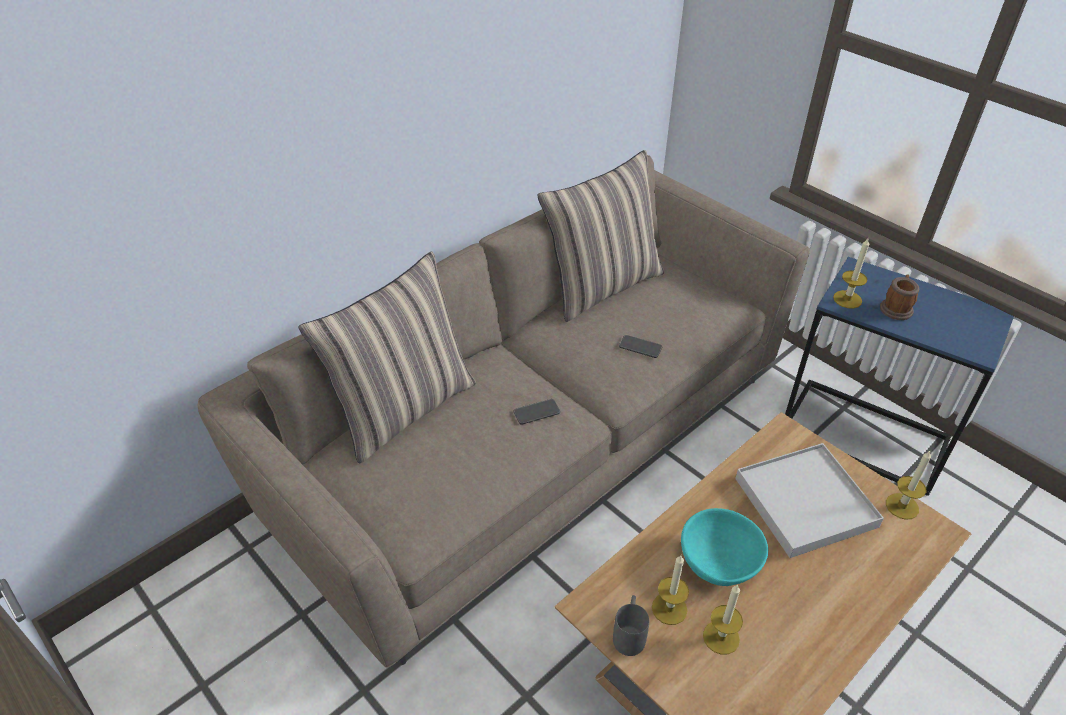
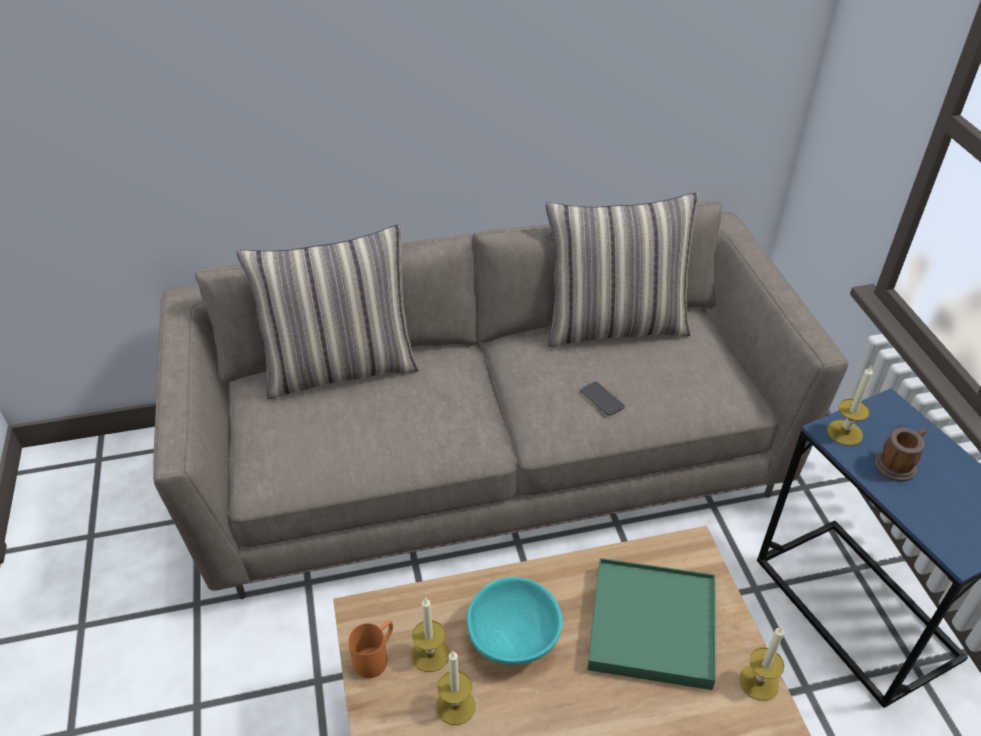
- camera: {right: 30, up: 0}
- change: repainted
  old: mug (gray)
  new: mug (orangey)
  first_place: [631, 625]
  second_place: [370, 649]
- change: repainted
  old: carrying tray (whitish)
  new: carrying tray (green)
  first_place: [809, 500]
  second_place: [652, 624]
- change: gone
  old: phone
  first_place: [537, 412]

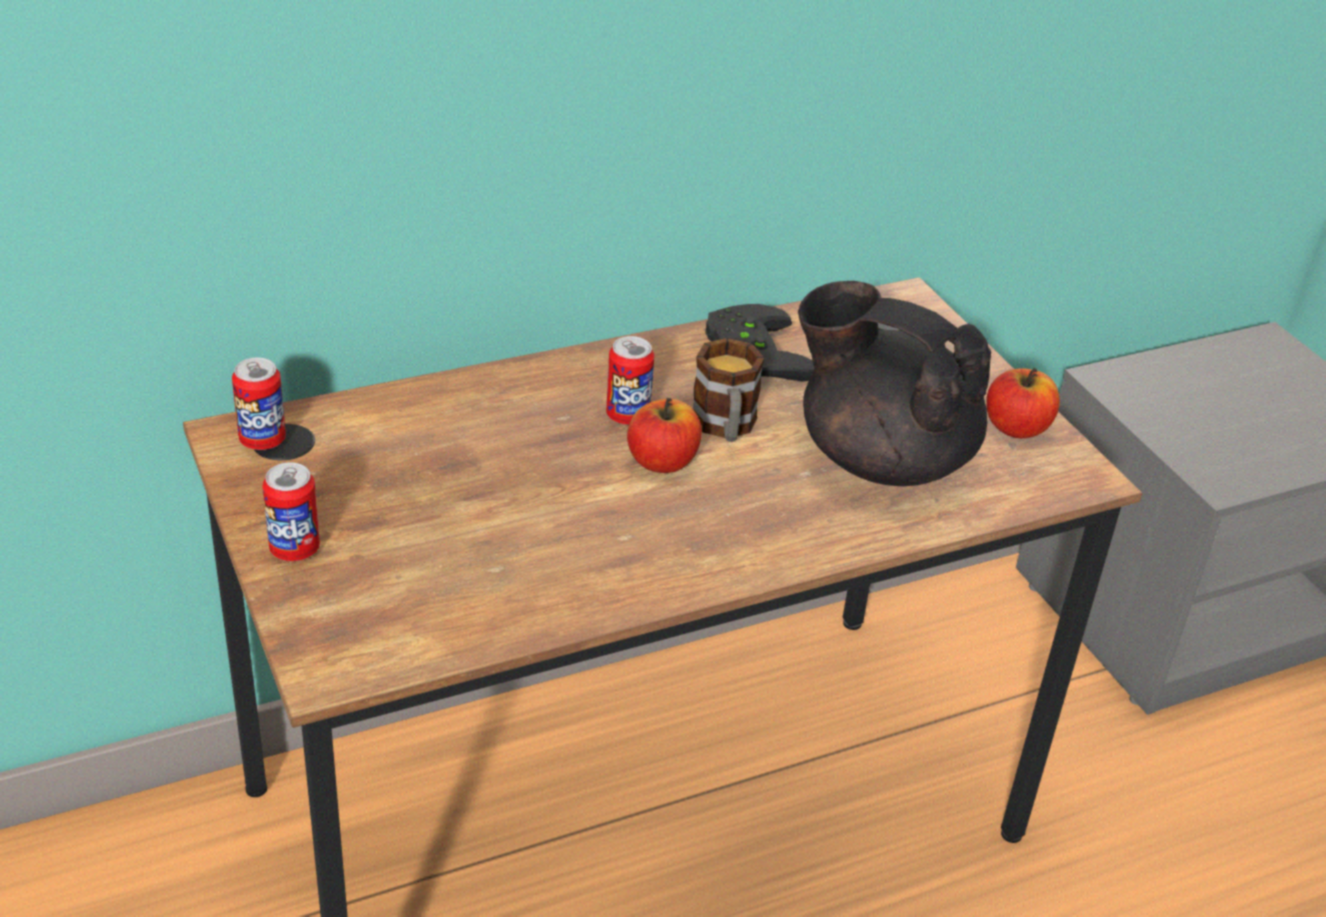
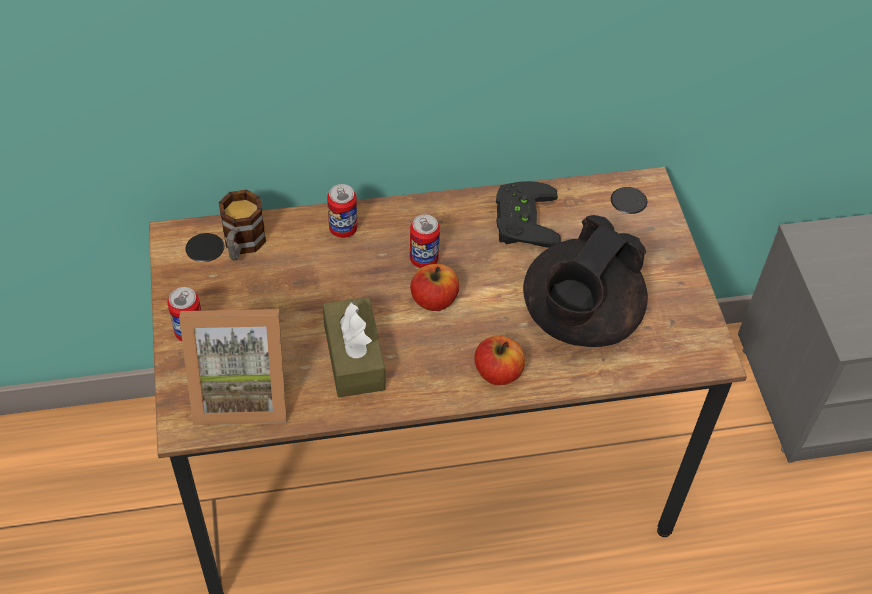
- camera: {right: 15, up: 15}
- change: new
  new: standing frame
  second_place: [233, 367]
- change: shifted
  old: mug
  first_place: [728, 390]
  second_place: [242, 225]
- change: new
  new: tissue box (brown)
  second_place: [354, 347]
- change: shifted
  old: metal can
  first_place: [259, 403]
  second_place: [342, 211]
- change: shifted
  old: apple
  first_place: [1023, 403]
  second_place: [499, 360]
- change: rotated
  old: tea pot (black-coloured)
  first_place: [894, 383]
  second_place: [585, 281]
  degrees: -105

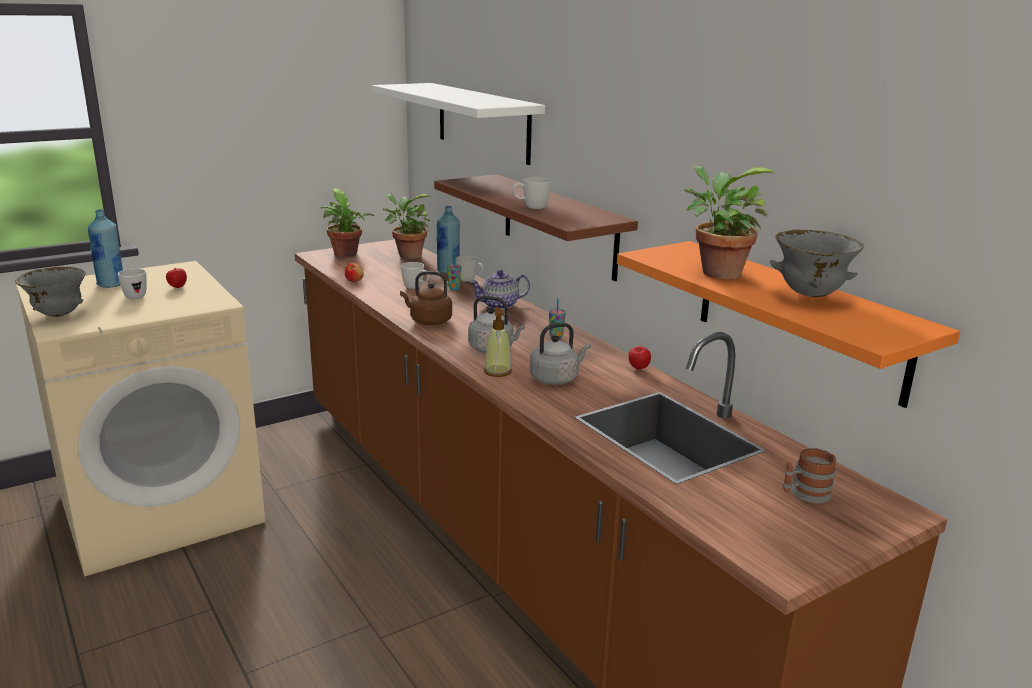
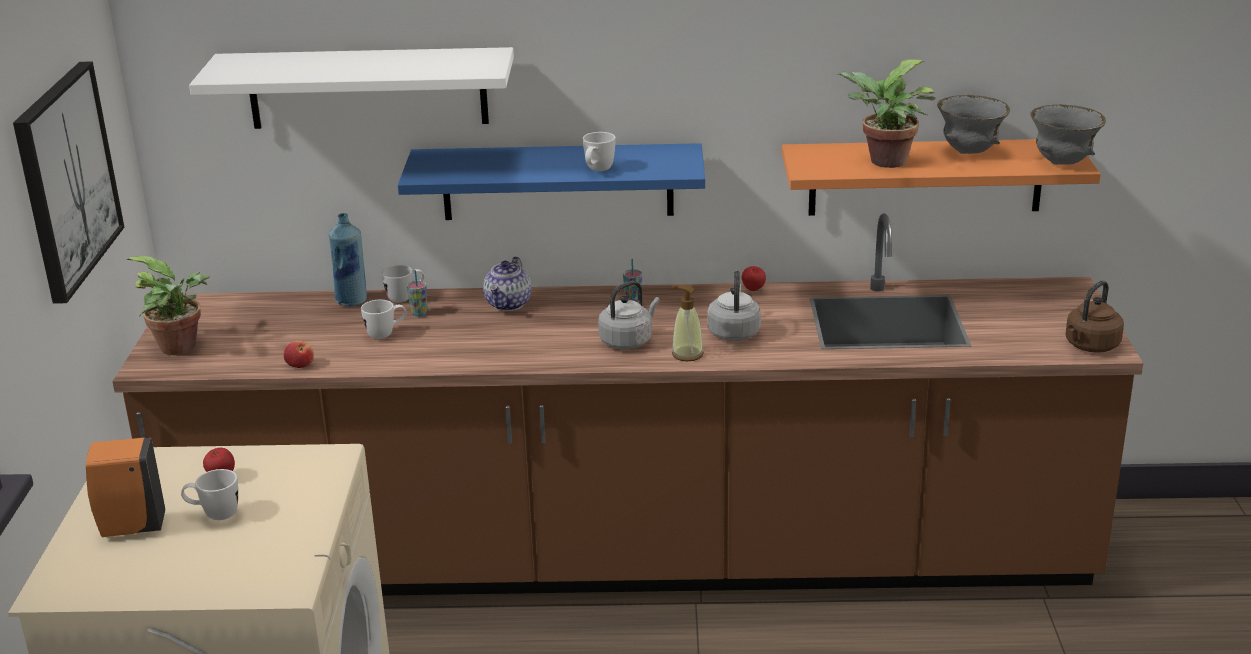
- camera: {right: -55, up: 5}
- change: new
  new: picture
  second_place: [68, 182]
- change: swapped
  old: beverage bottle (blue-coloured)
  new: soap dispenser (orangey)
  first_place: [105, 248]
  second_place: [125, 487]
- change: repainted
  old: bracket shelf (brown)
  new: bracket shelf (blue-coloured)
  first_place: [536, 227]
  second_place: [551, 181]
- change: shifted
  old: deep dish (gray)
  first_place: [50, 292]
  second_place: [1068, 134]
- change: shifted
  old: tea kettle (brown)
  first_place: [426, 298]
  second_place: [1095, 316]
- change: gone
  old: plant in a pot
  first_place: [406, 226]
- change: gone
  old: mug
  first_place: [809, 475]

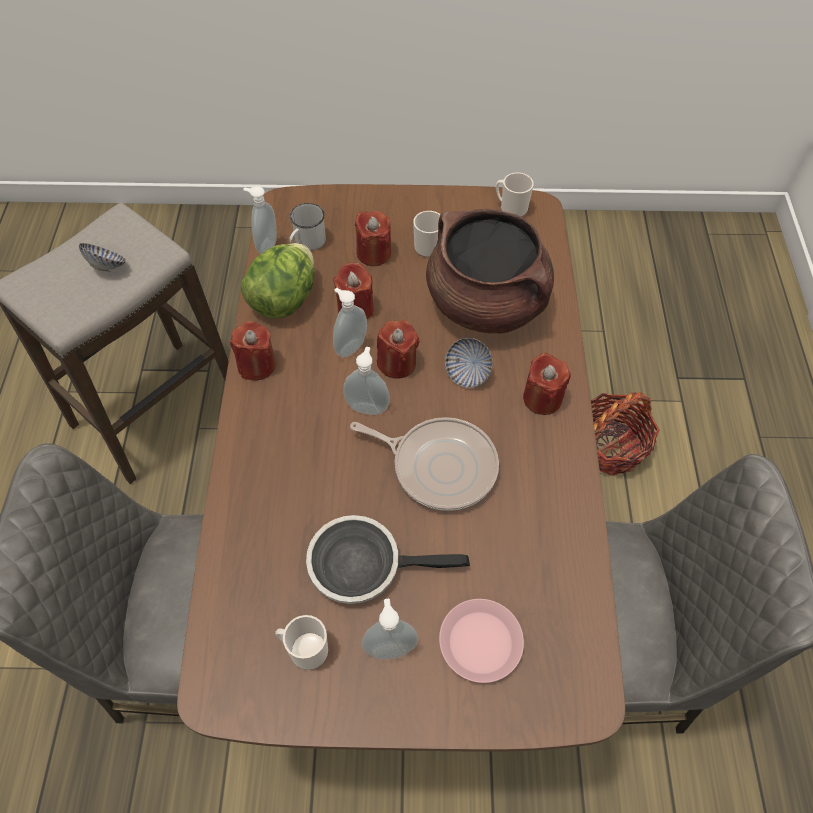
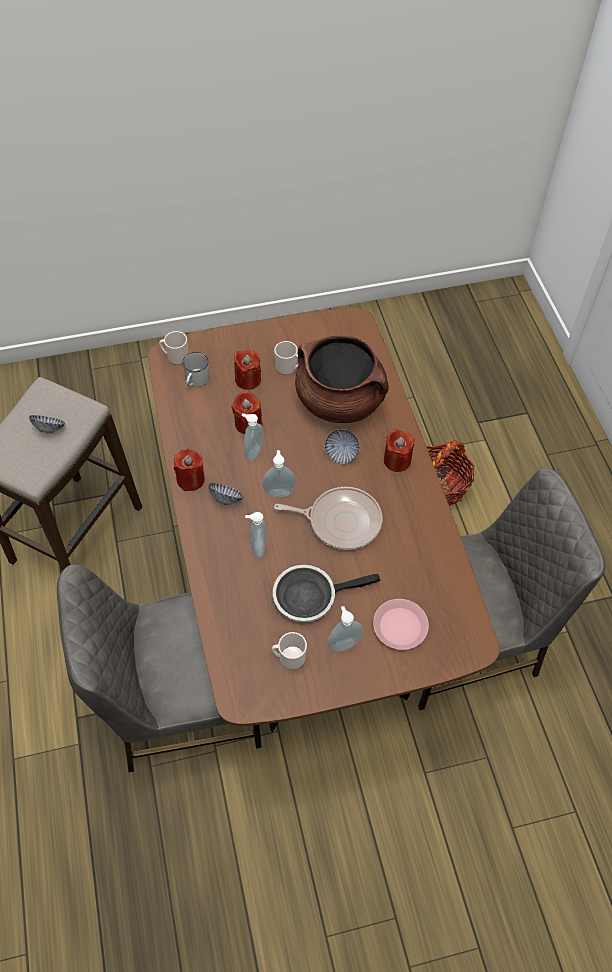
- camera: {right: -15, up: 0}
- change: shifted
  old: mug
  first_place: [515, 194]
  second_place: [173, 348]
- change: new
  new: deep dish
  second_place: [226, 494]
- change: shifted
  old: soap dispenser
  first_place: [260, 220]
  second_place: [256, 535]
- change: gone
  old: lettuce head
  first_place: [278, 281]
- change: gone
  old: candle (red)
  first_place: [398, 349]

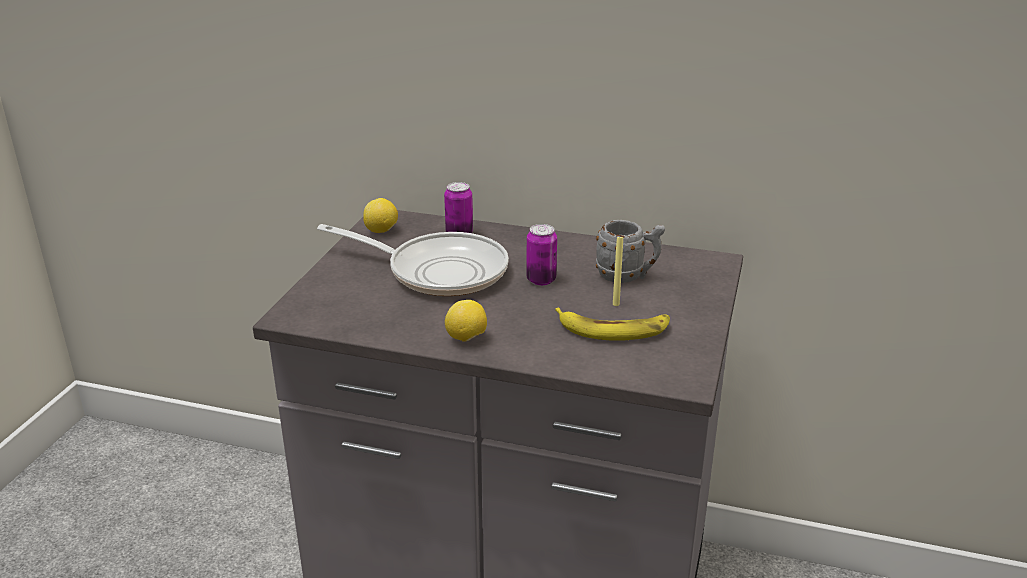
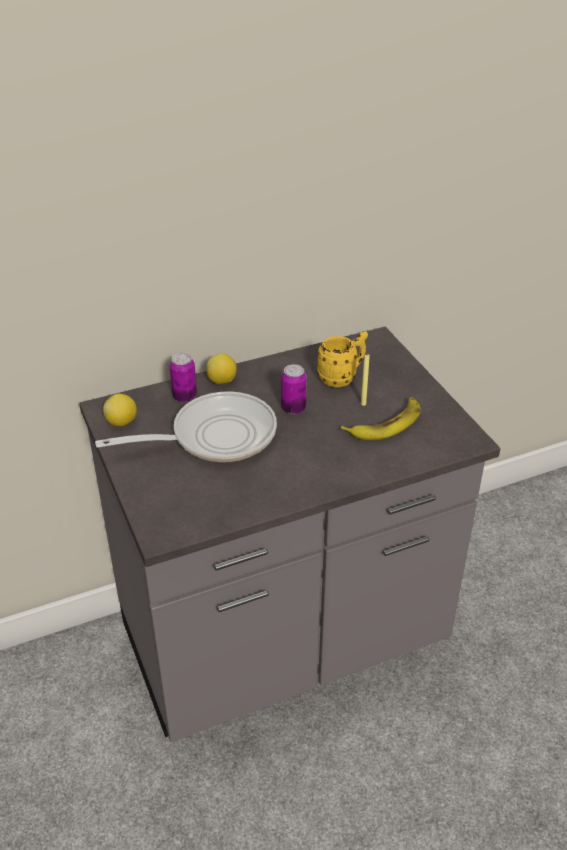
- camera: {right: -40, up: 10}
- change: shifted
  old: whole lemon
  first_place: [466, 320]
  second_place: [222, 368]
- change: repainted
  old: mug (gray)
  new: mug (yellowish)
  first_place: [630, 251]
  second_place: [342, 359]

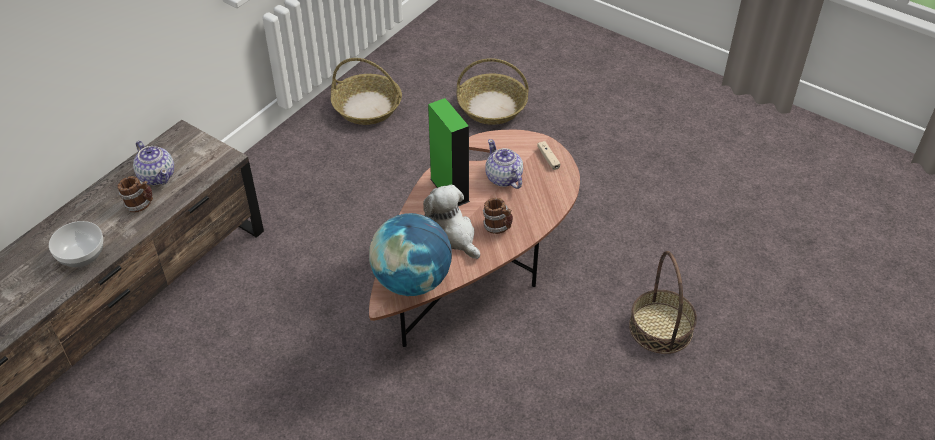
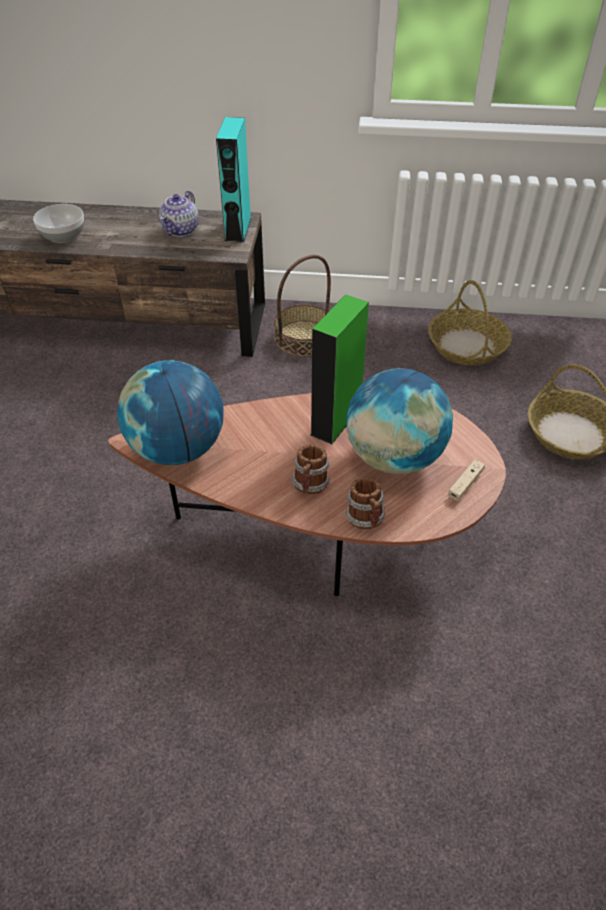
- camera: {right: 60, up: 0}
- change: new
  new: speaker (turquoise-coloured)
  second_place: [233, 180]
- change: shifted
  old: basket
  first_place: [663, 302]
  second_place: [302, 306]
- change: shifted
  old: mug
  first_place: [135, 194]
  second_place: [365, 503]
- change: swapped
  old: tea pot
  new: globe
  first_place: [504, 164]
  second_place: [399, 421]
- change: gone
  old: soft toy
  first_place: [451, 222]

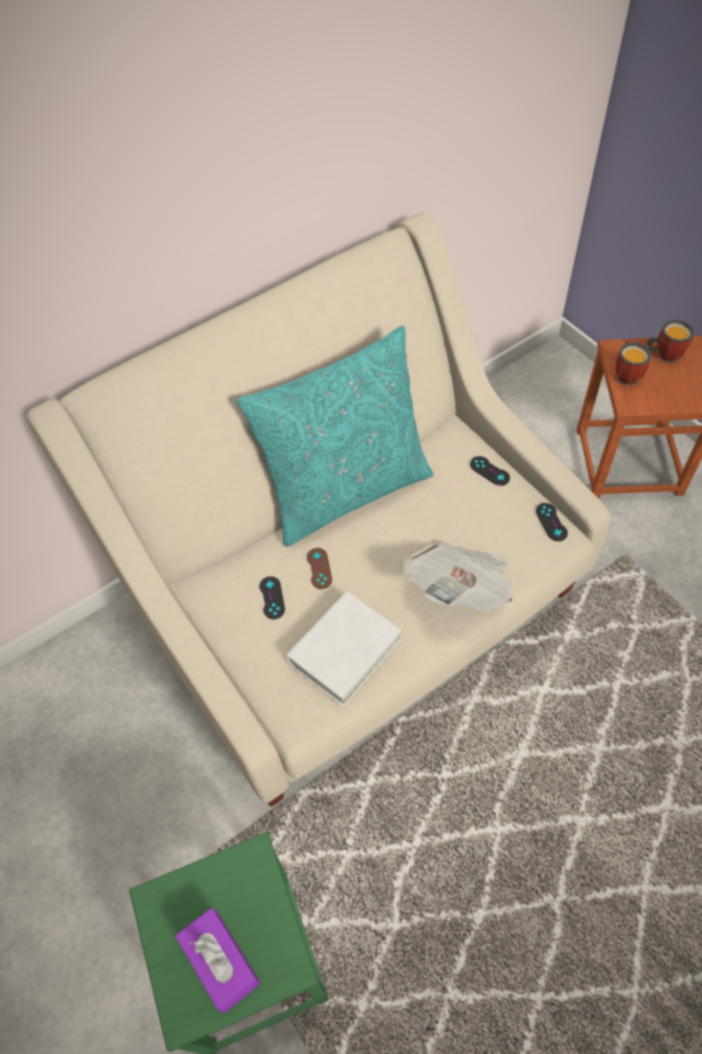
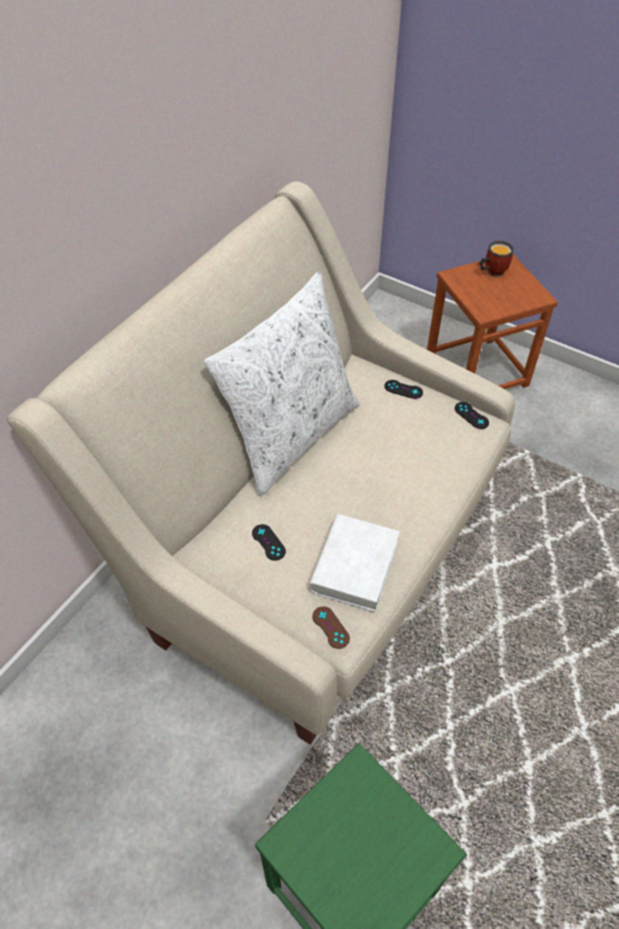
- camera: {right: -25, up: -5}
- change: repainted
  old: throw pillow (turquoise-coloured)
  new: throw pillow (whitish)
  first_place: [335, 436]
  second_place: [281, 384]
- change: shifted
  old: joypad (brown)
  first_place: [319, 568]
  second_place: [331, 627]
- change: gone
  old: tissue box (purple-coloured)
  first_place: [217, 960]
- change: gone
  old: printed paper
  first_place: [458, 576]
- change: gone
  old: mug
  first_place: [633, 364]

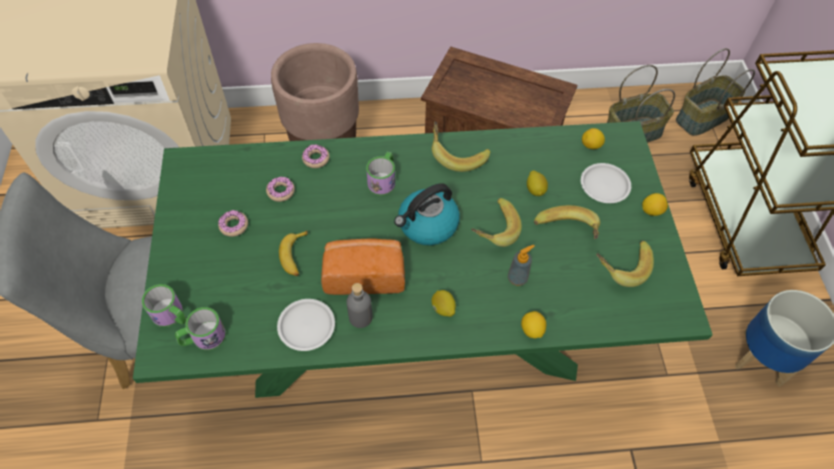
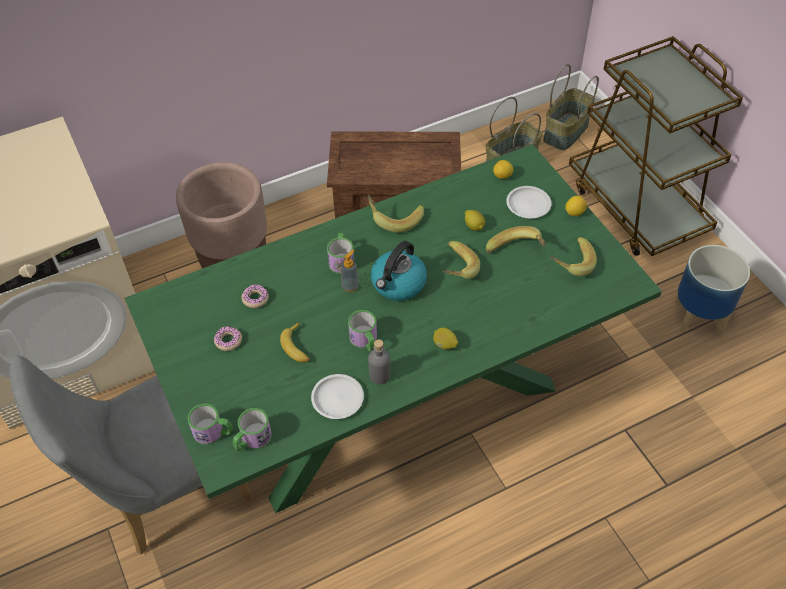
- camera: {right: -20, up: -5}
- change: shifted
  old: soap dispenser
  first_place: [521, 265]
  second_place: [350, 271]
- change: swapped
  old: baked bread
  new: mug
  first_place: [363, 266]
  second_place: [362, 331]
- change: gone
  old: doughnut
  first_place: [316, 156]
- change: gone
  old: whole lemon
  first_place: [533, 324]

